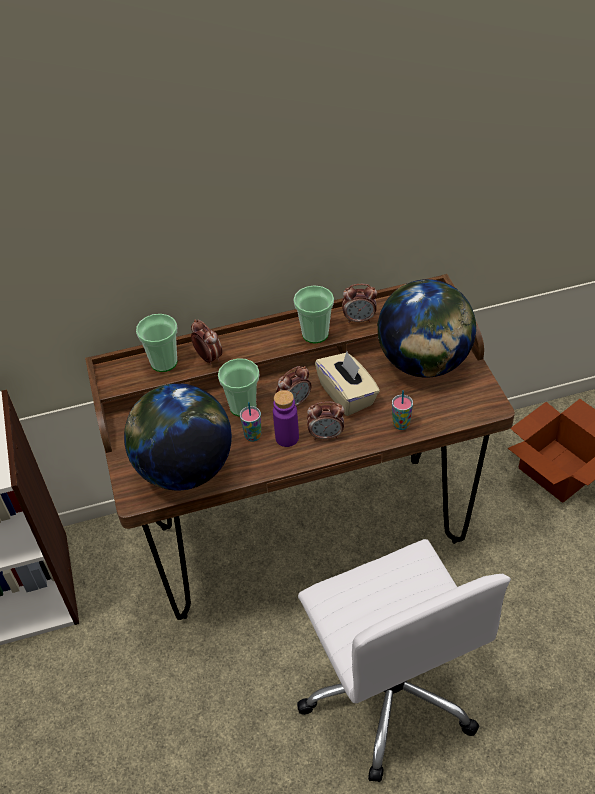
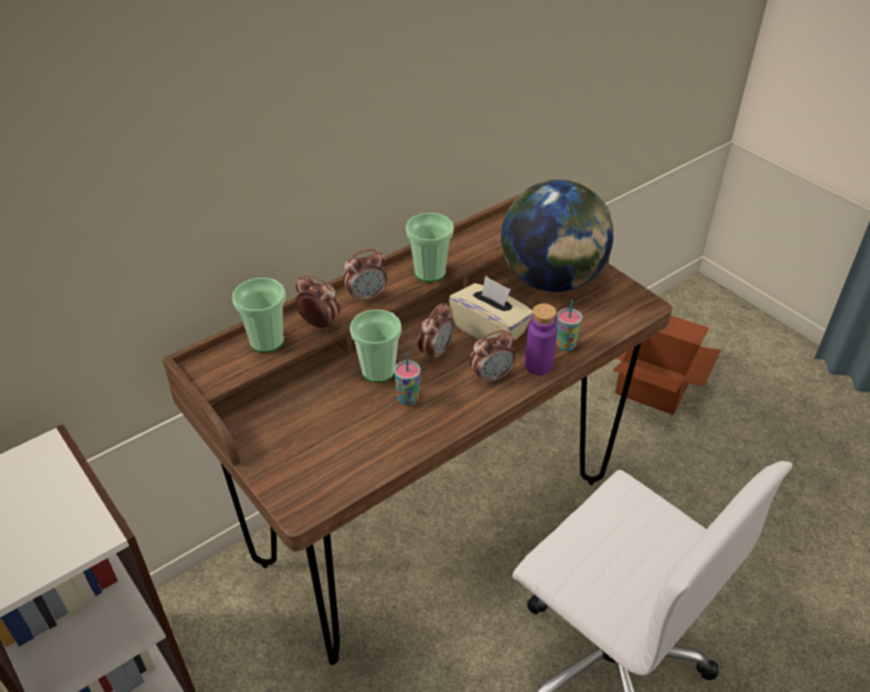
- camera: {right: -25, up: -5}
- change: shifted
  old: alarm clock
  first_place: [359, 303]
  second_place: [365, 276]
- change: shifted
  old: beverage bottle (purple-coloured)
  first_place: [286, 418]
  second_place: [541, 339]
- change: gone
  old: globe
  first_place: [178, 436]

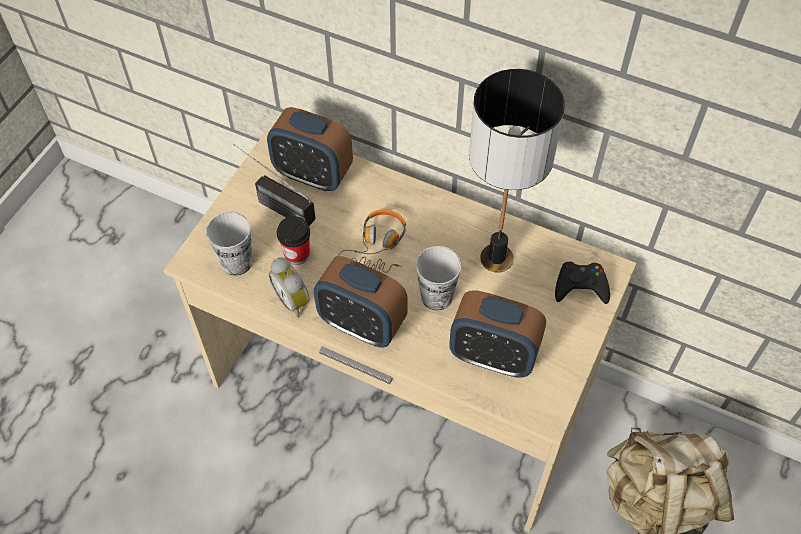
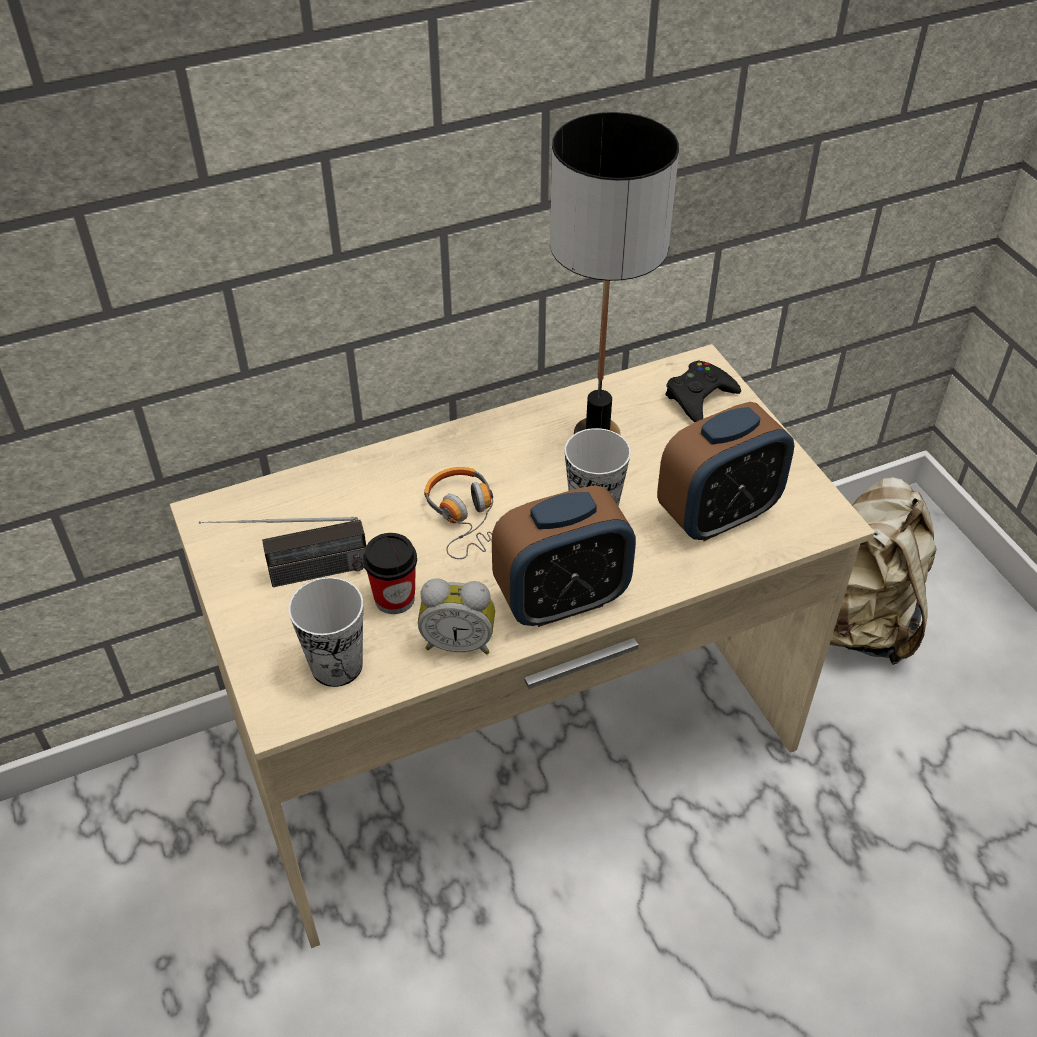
- camera: {right: -50, up: -10}
- change: gone
  old: alarm clock
  first_place: [310, 149]

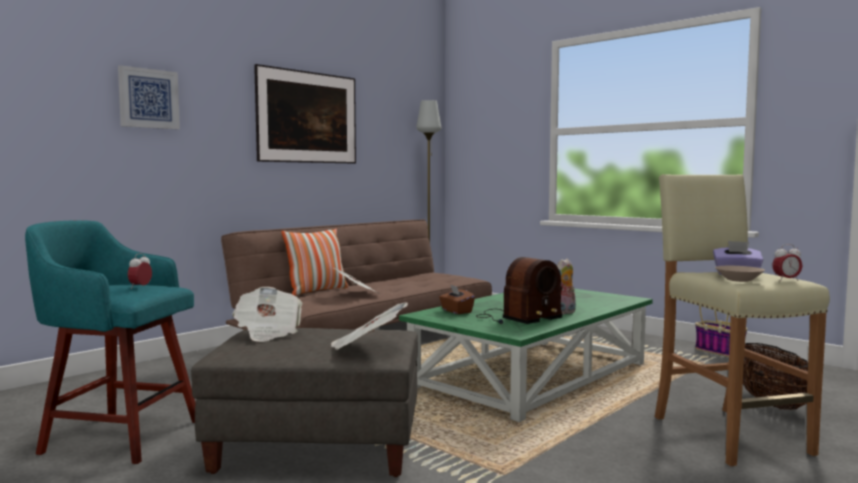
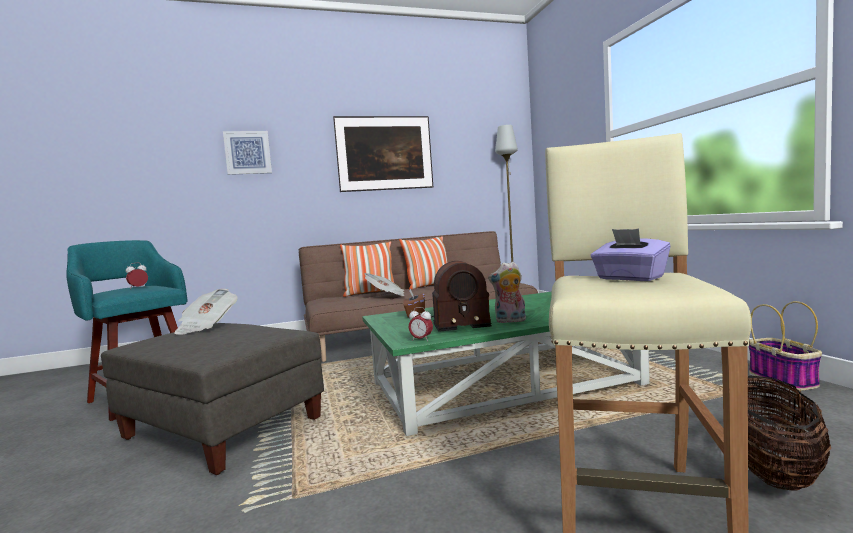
- camera: {right: 30, up: 0}
- change: new
  new: throw pillow
  second_place: [423, 263]
- change: shifted
  old: alarm clock
  first_place: [787, 262]
  second_place: [420, 324]
- change: gone
  old: printed paper
  first_place: [369, 326]
- change: gone
  old: deep dish (beige-coloured)
  first_place: [740, 274]

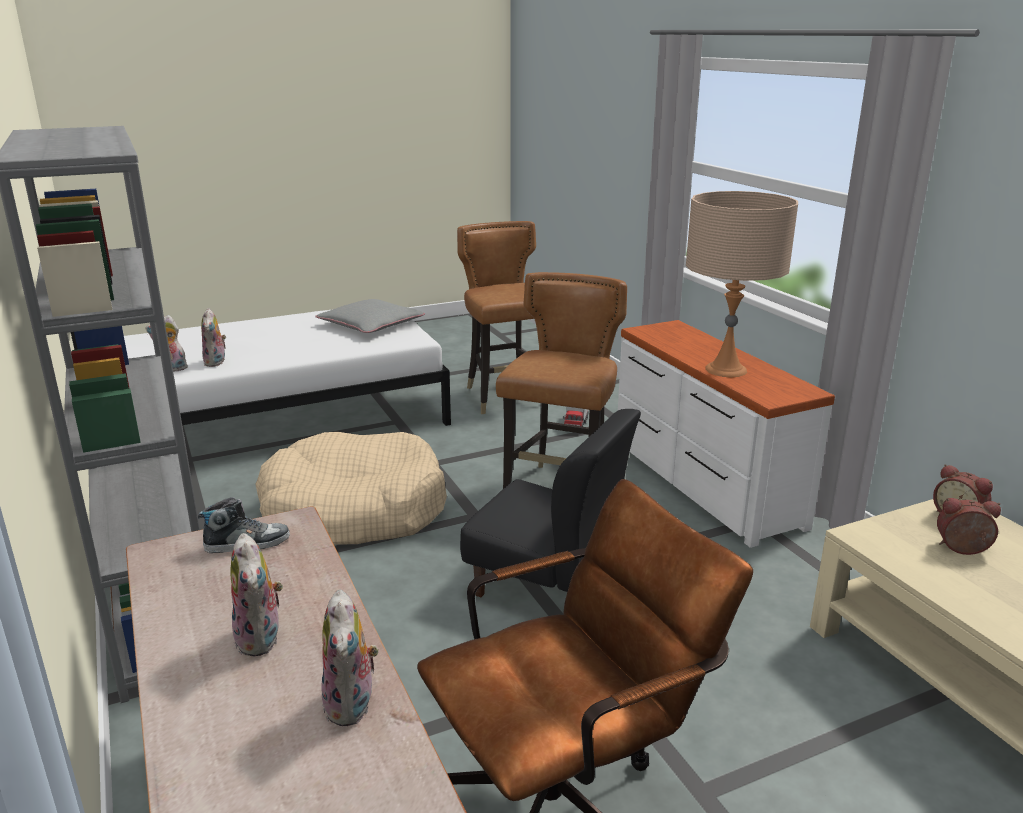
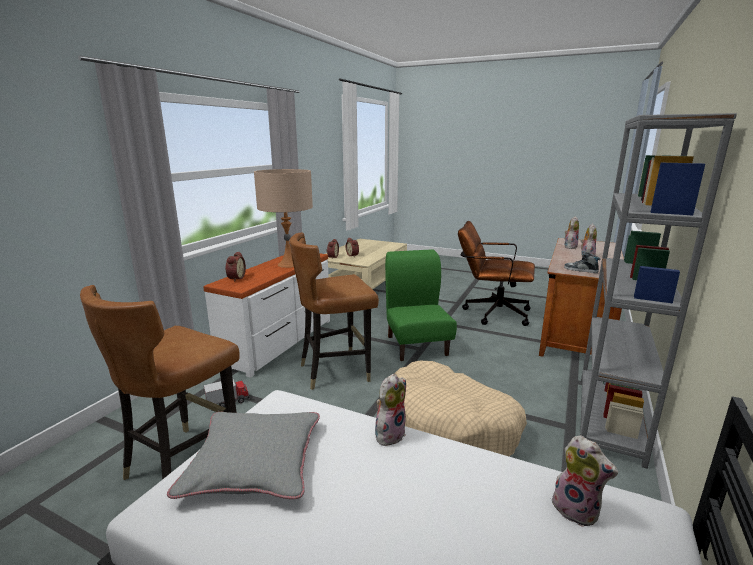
- camera: {right: -130, up: -5}
- change: new
  new: alarm clock
  second_place: [235, 267]
- change: shifted
  old: soft toy
  first_place: [213, 337]
  second_place: [390, 410]
- change: repainted
  old: upright chair (black-coloured)
  new: upright chair (green)
  first_place: [550, 503]
  second_place: [421, 305]

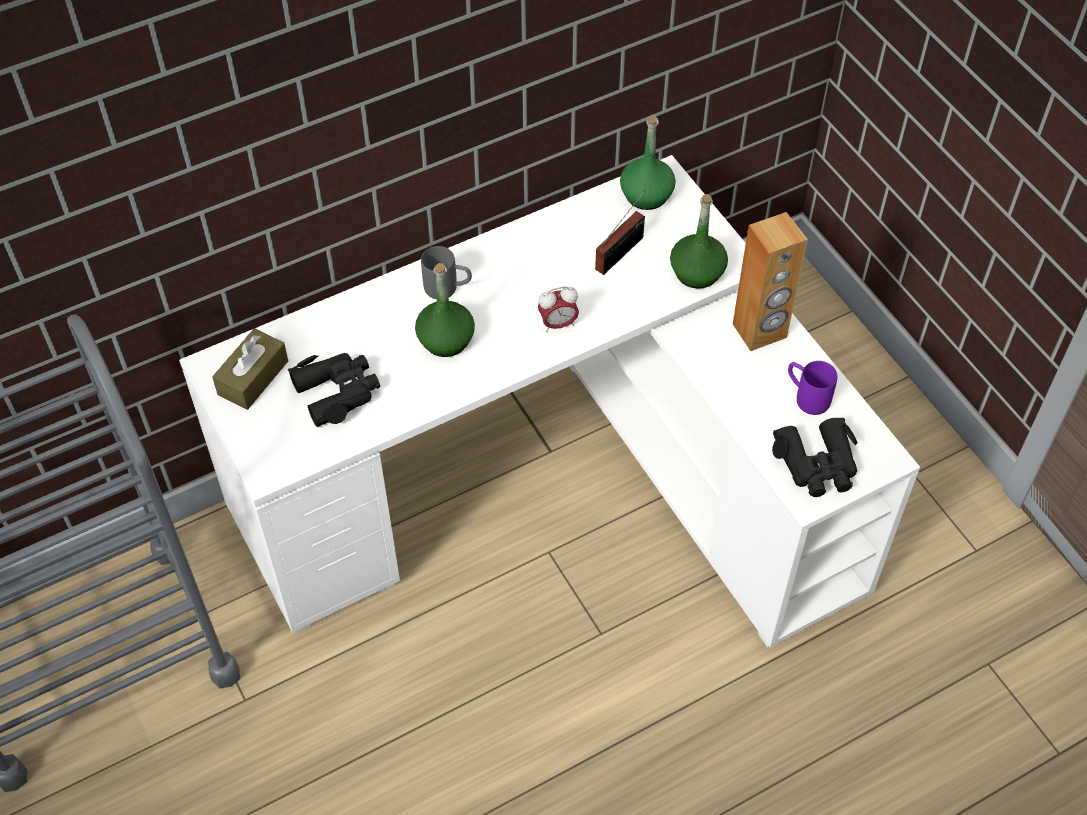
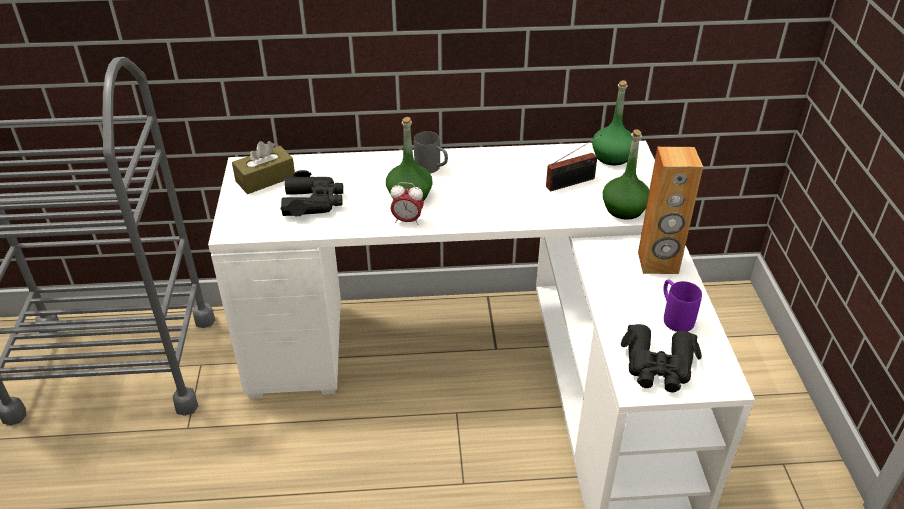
- camera: {right: 25, up: -15}
- change: shifted
  old: alarm clock
  first_place: [558, 309]
  second_place: [407, 203]

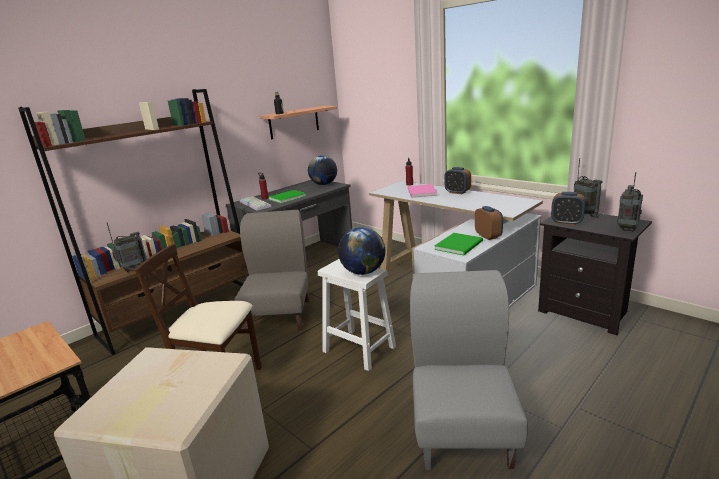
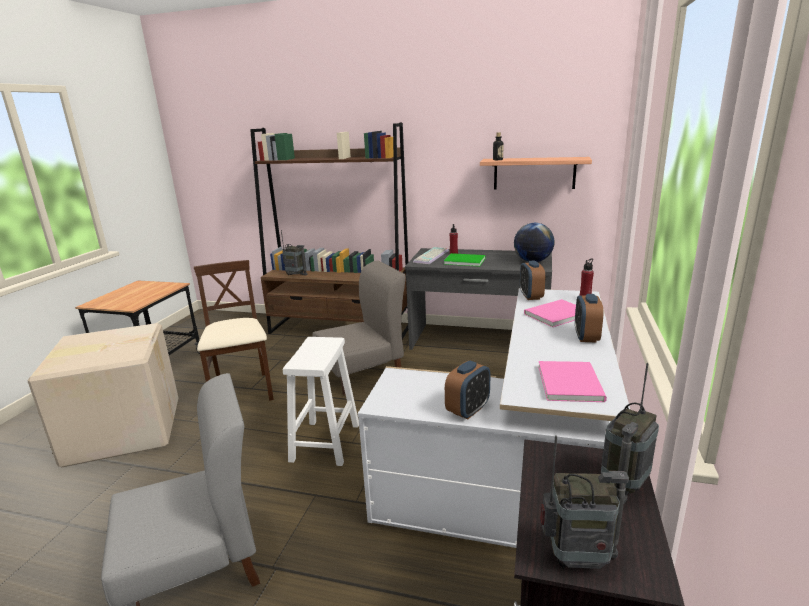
- camera: {right: 60, up: 0}
- change: shifted
  old: alarm clock
  first_place: [568, 208]
  second_place: [532, 280]
- change: new
  new: book (pink)
  second_place: [572, 381]
- change: gone
  old: globe
  first_place: [361, 251]
- change: gone
  old: book (green)
  first_place: [458, 244]

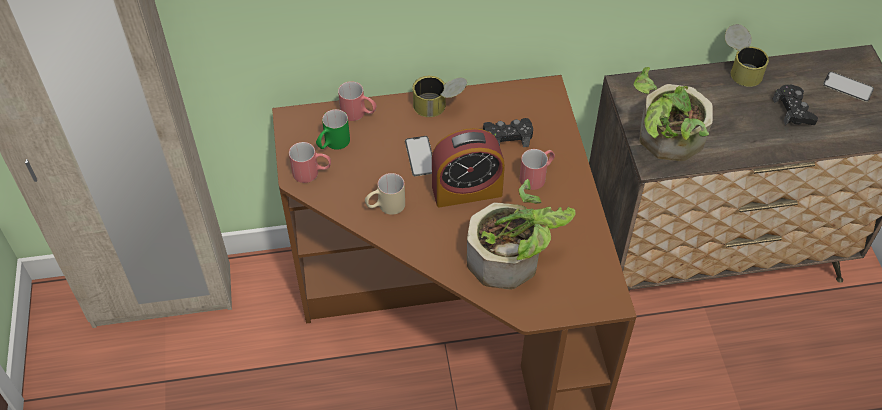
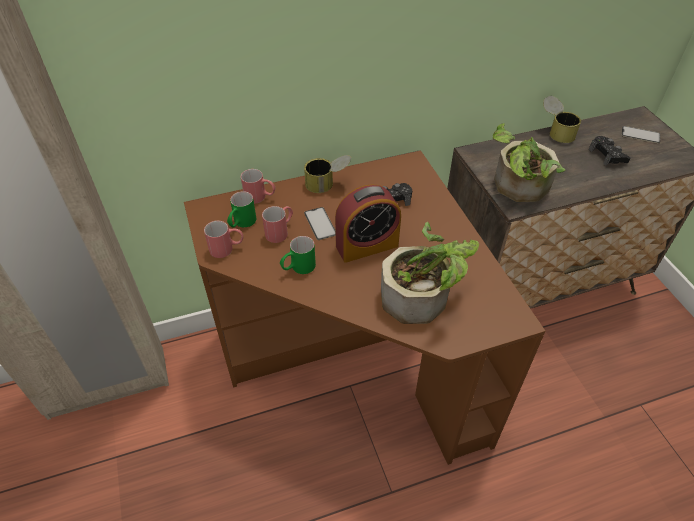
- camera: {right: -10, up: -5}
- change: shifted
  old: mug (red)
  first_place: [537, 169]
  second_place: [277, 224]
- change: repainted
  old: mug (beige-coloured)
  new: mug (green)
  first_place: [385, 194]
  second_place: [298, 255]

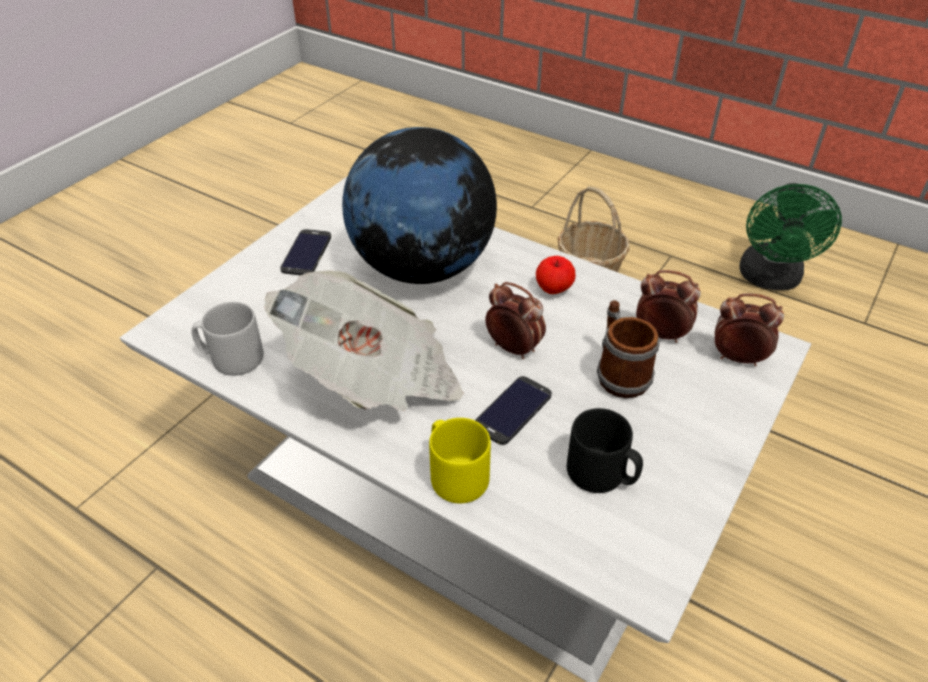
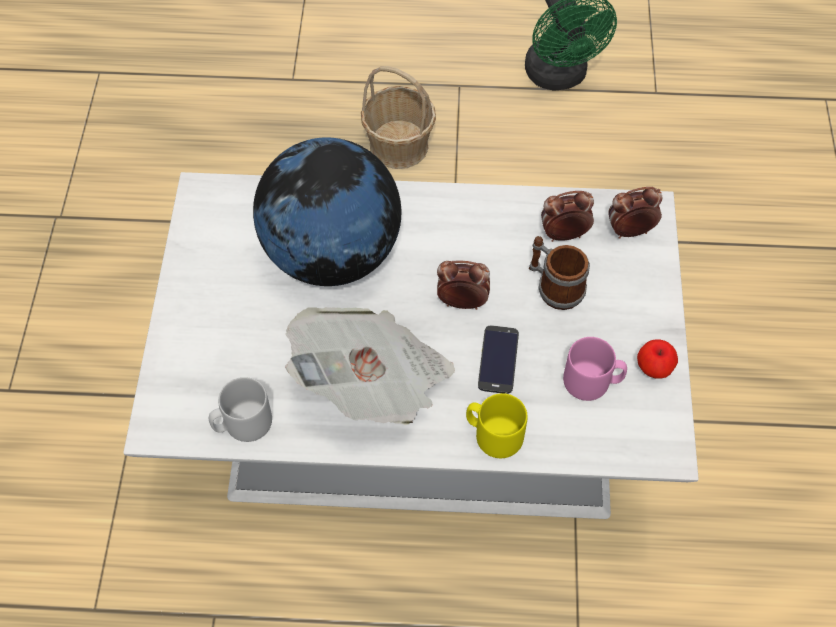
- camera: {right: -30, up: 15}
- change: repainted
  old: mug (black-coloured)
  new: mug (pink)
  first_place: [605, 450]
  second_place: [595, 369]
- change: shifted
  old: apple
  first_place: [556, 275]
  second_place: [657, 359]
- change: gone
  old: phone
  first_place: [305, 252]

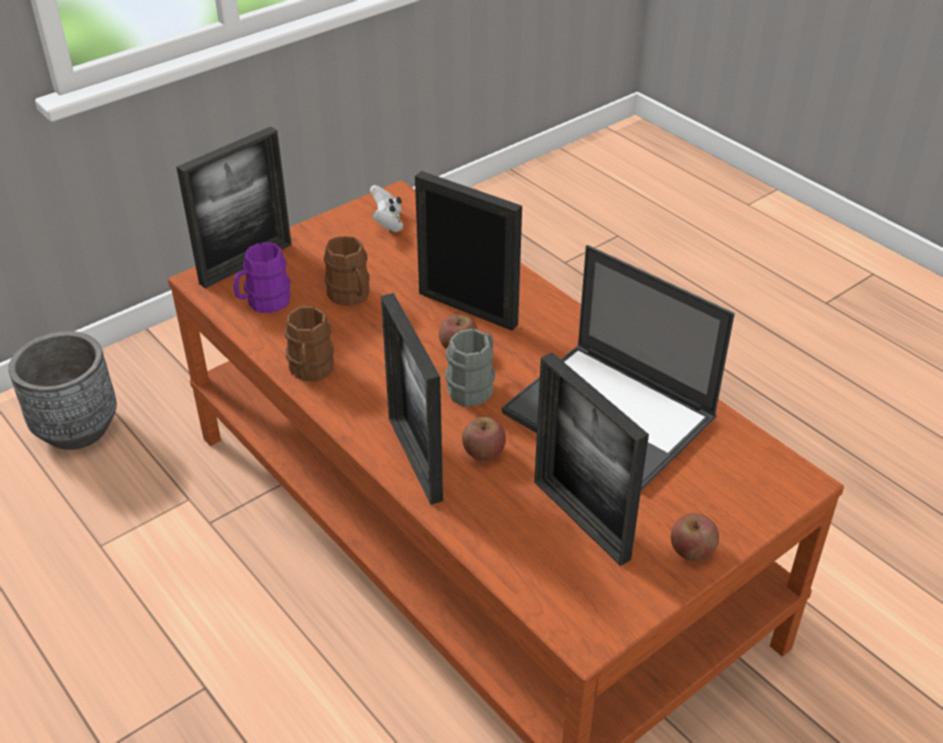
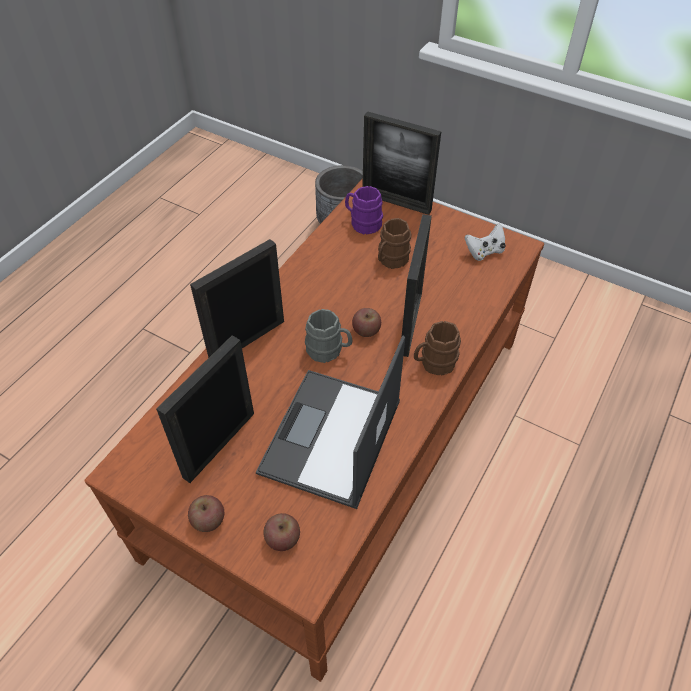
- camera: {right: 70, up: 10}
- change: shifted
  old: apple
  first_place: [484, 439]
  second_place: [281, 532]
- change: shifted
  old: mug (brown)
  first_place: [309, 343]
  second_place: [437, 348]

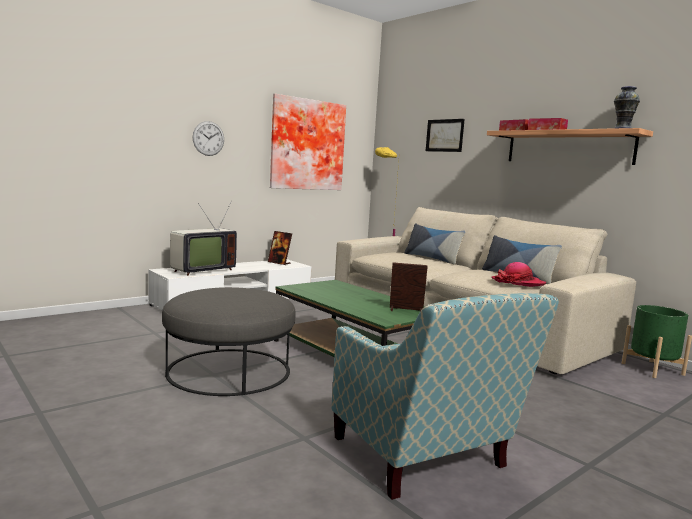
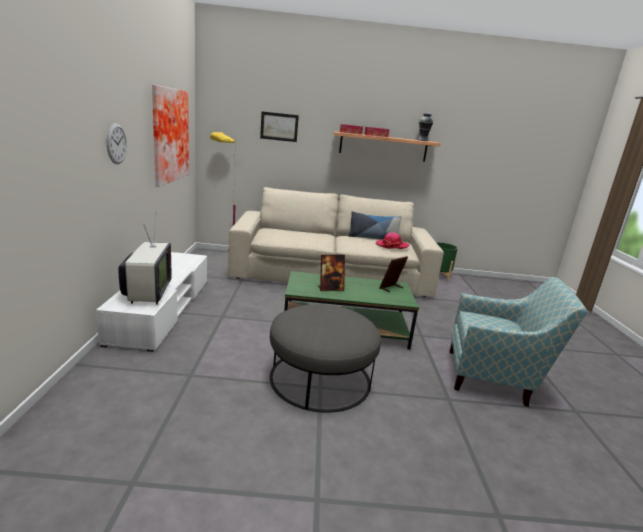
- camera: {right: -50, up: 10}
- change: shifted
  old: standing frame
  first_place: [280, 248]
  second_place: [331, 273]
- change: gone
  old: throw pillow
  first_place: [435, 244]

